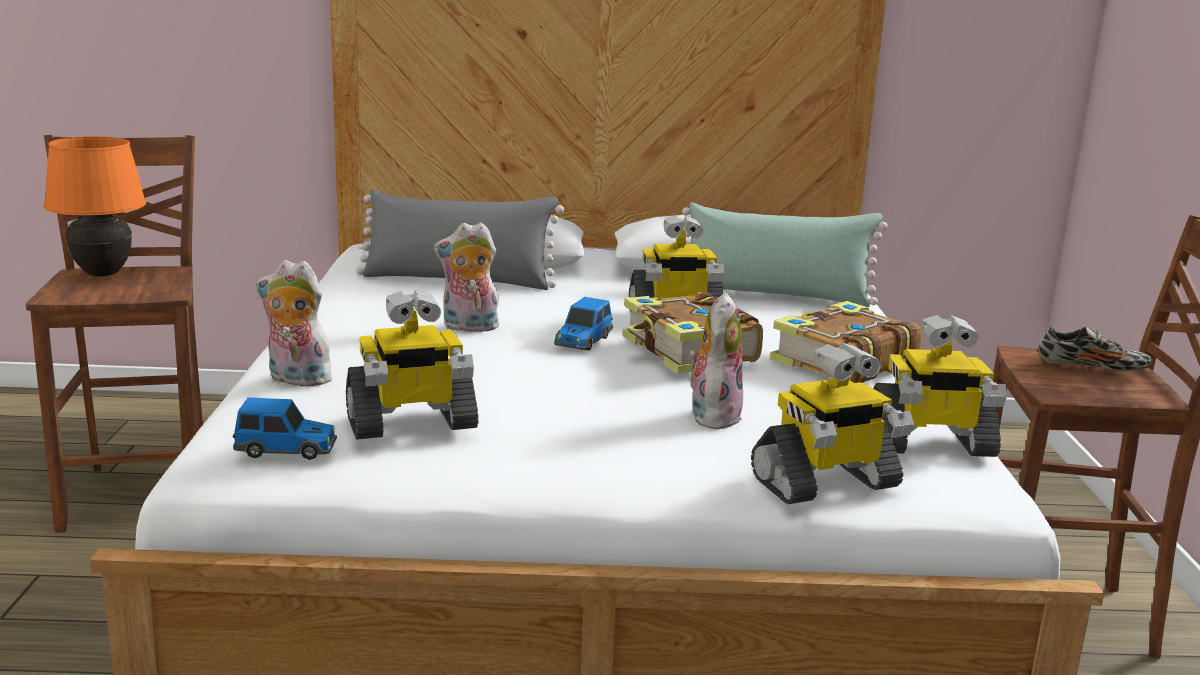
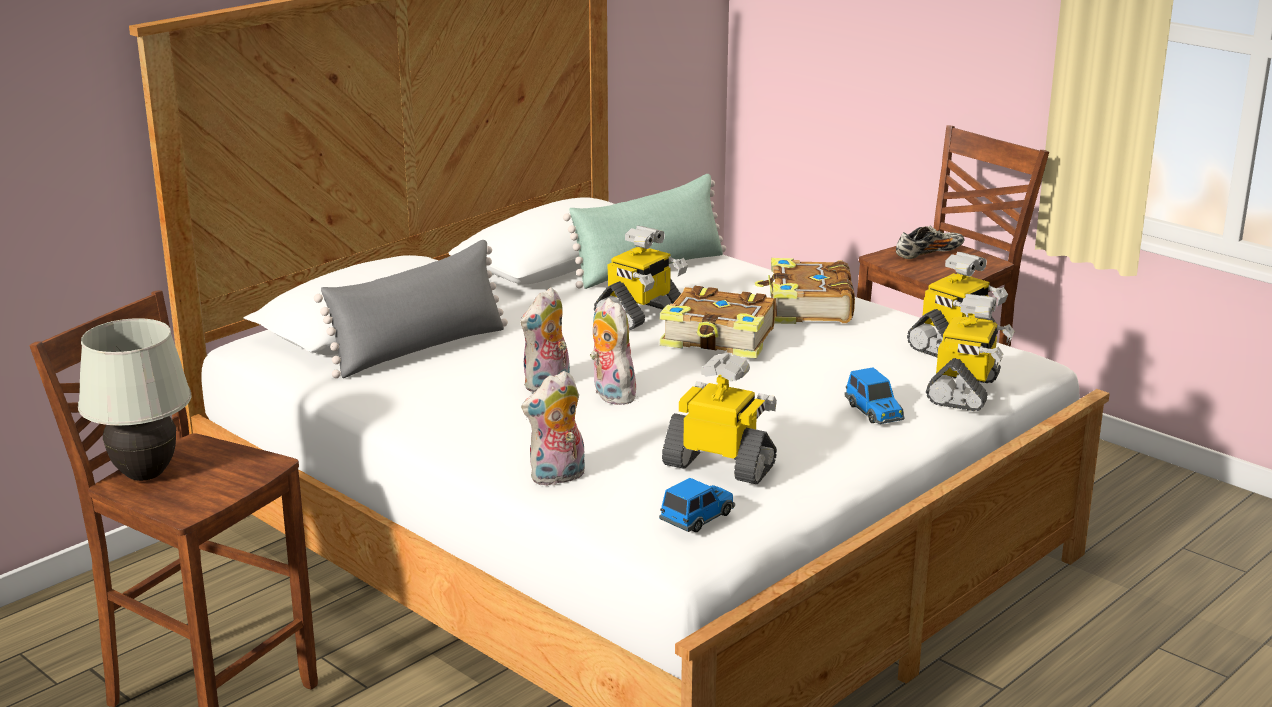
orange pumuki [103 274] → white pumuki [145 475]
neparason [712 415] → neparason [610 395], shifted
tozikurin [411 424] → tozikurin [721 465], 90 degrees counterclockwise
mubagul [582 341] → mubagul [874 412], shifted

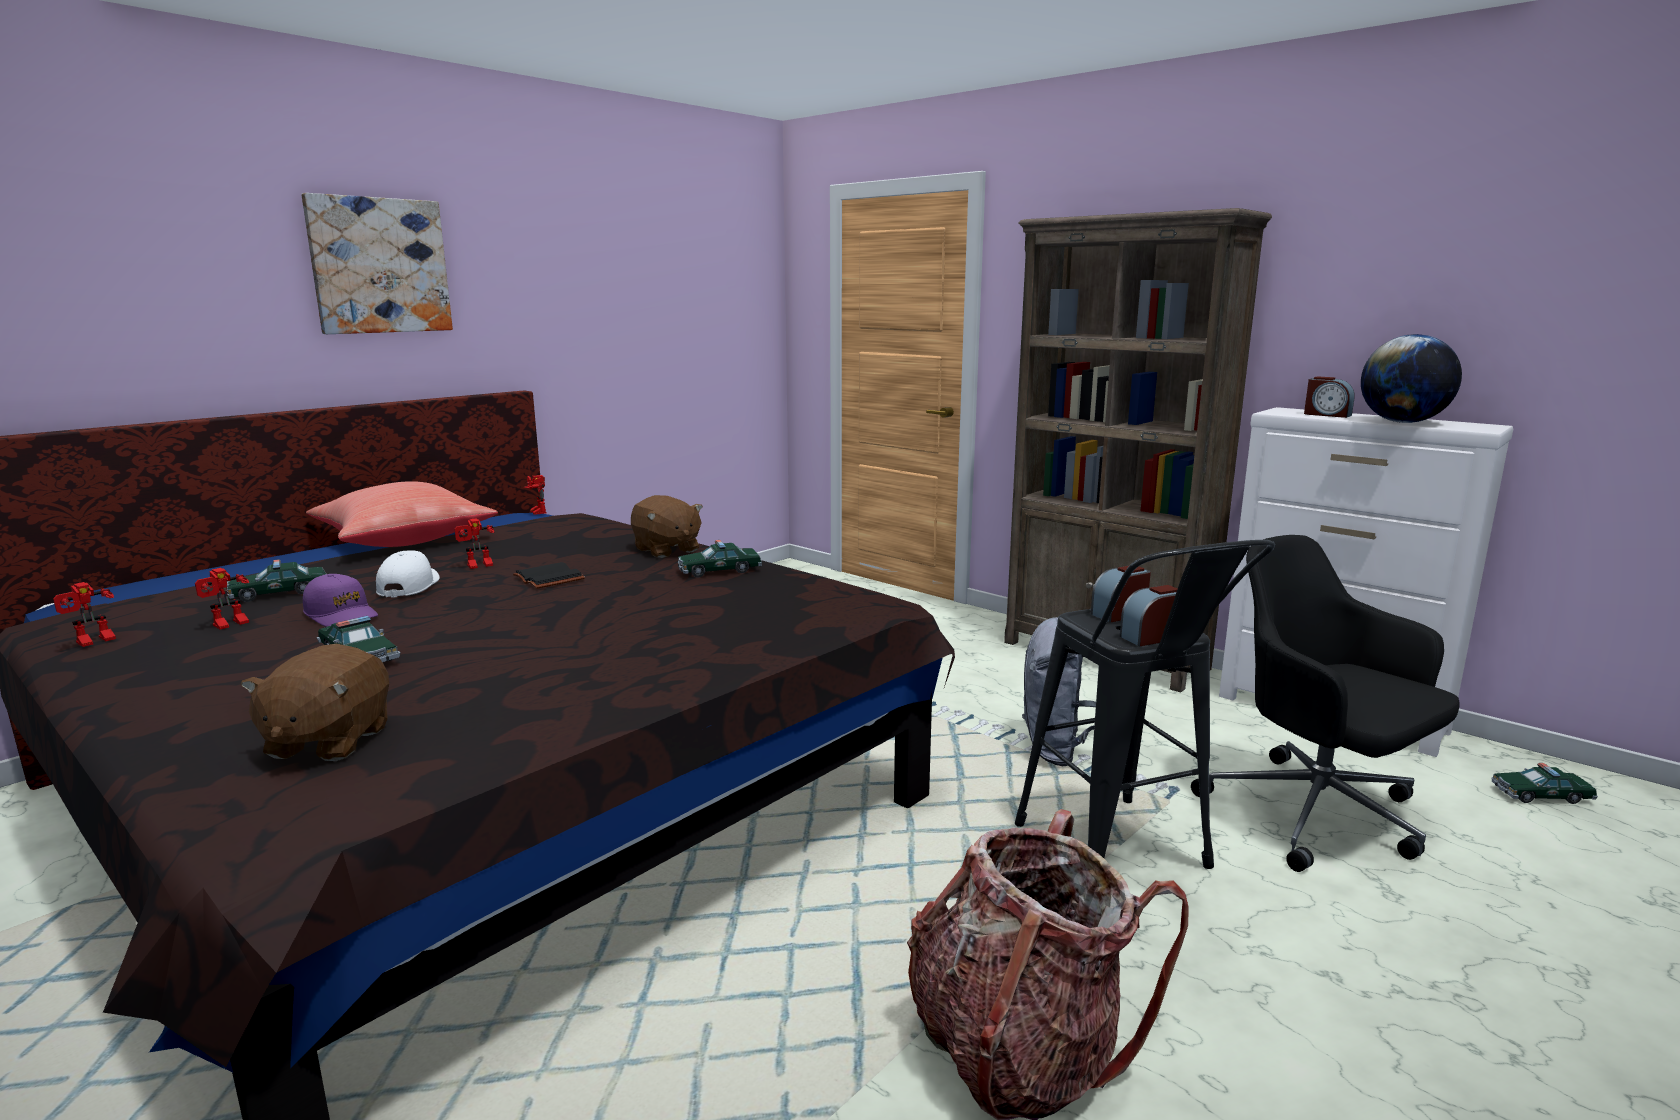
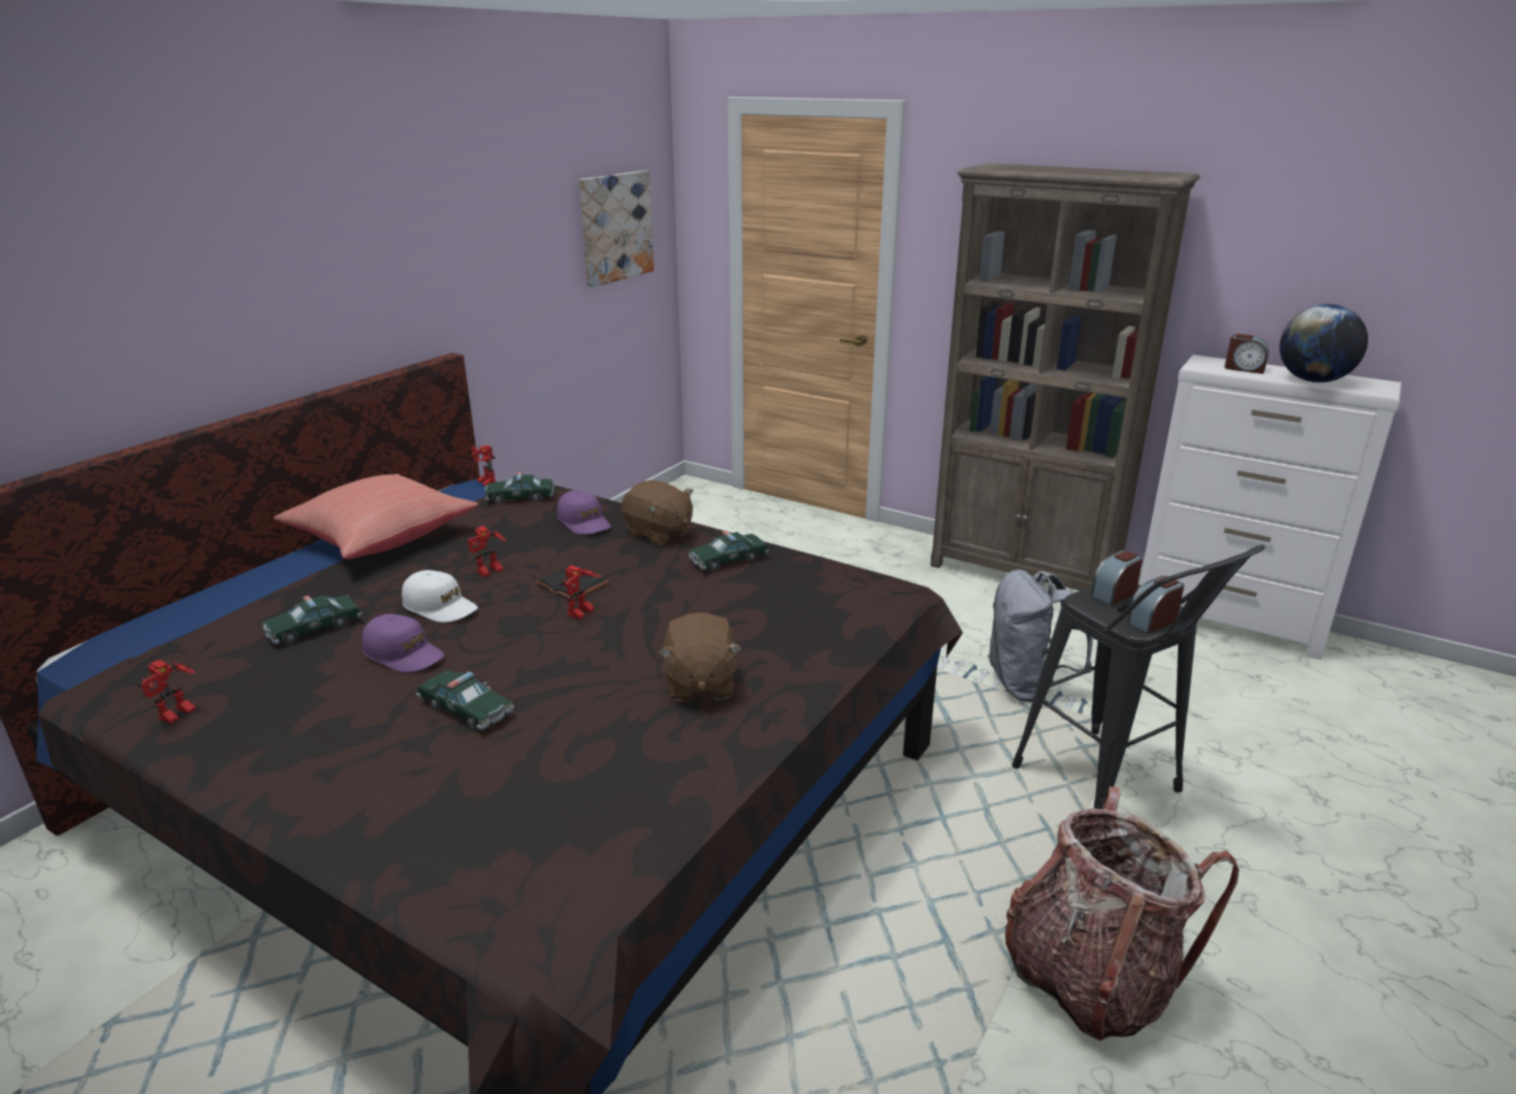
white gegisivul [409 586] → white gegisivul [440 607], 135 degrees clockwise
mubagul [1541 795] → mubagul [520 497], shifted
- → purple gegisivul [584 522]
tozikurin [230 625] → tozikurin [582 614], shifted
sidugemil [379 266] → sidugemil [615 227], shifted
brown neparason [327 741] → brown neparason [699 684], shifted
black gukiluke [1317 815] → -

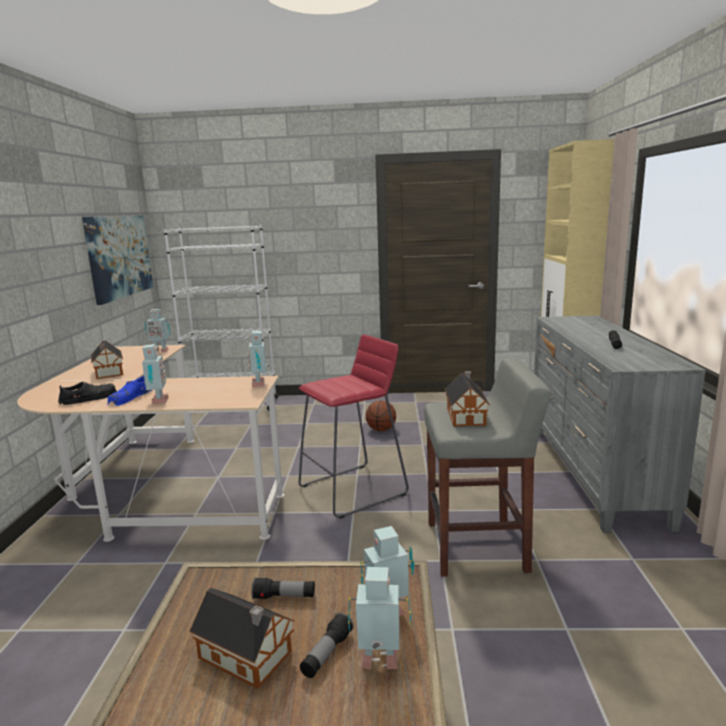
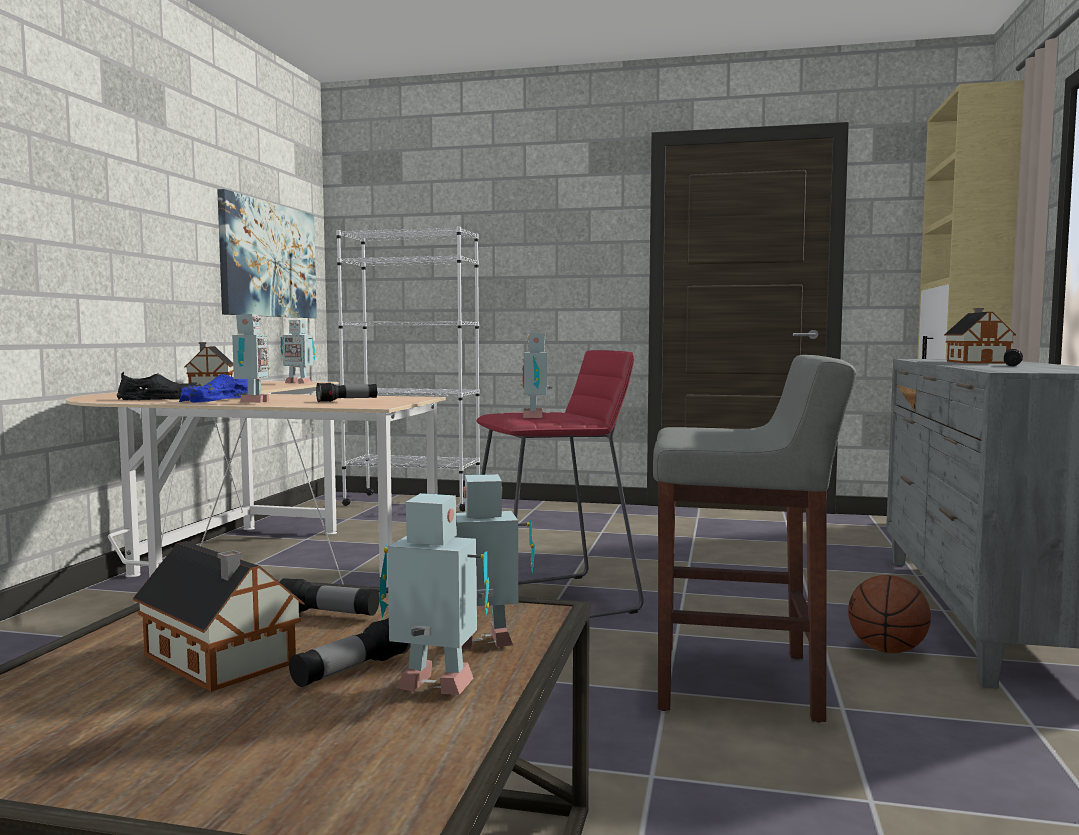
- → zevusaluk [347 401]
tozikurin [260 384] → tozikurin [536 417], shifted
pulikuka [381 430] → pulikuka [887 650], shifted
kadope [466 416] → kadope [977 362], shifted

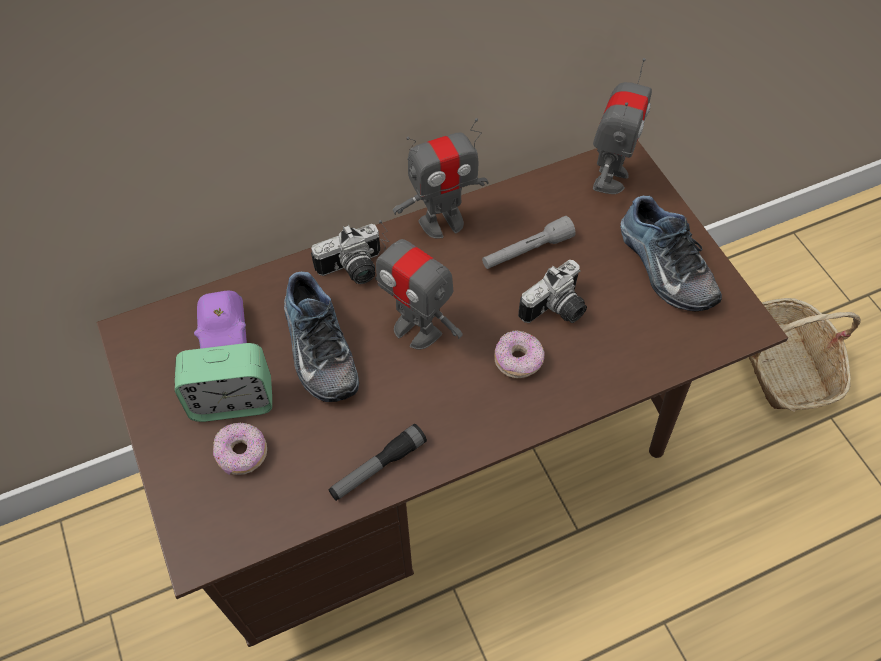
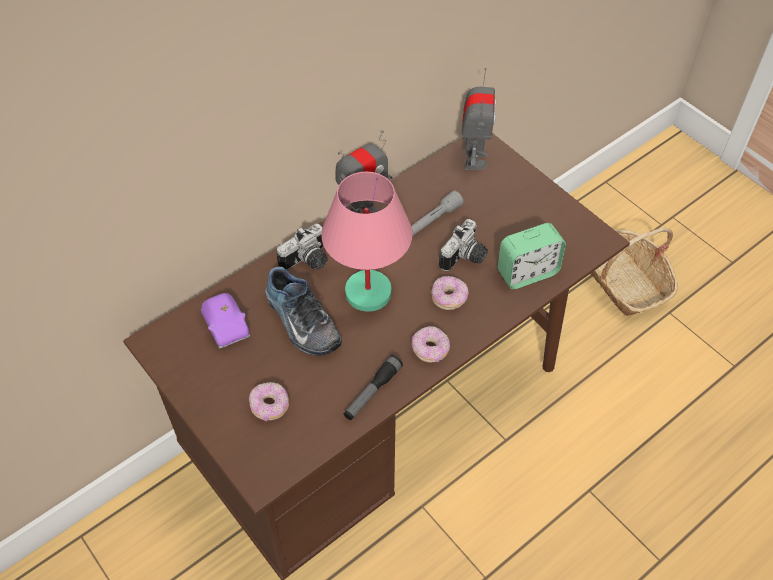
tozikurin [417 329] → pink pumuki [369 292]
- → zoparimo [430 349]
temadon [232 400] → temadon [527 272], shifted
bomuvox [663 267] → -

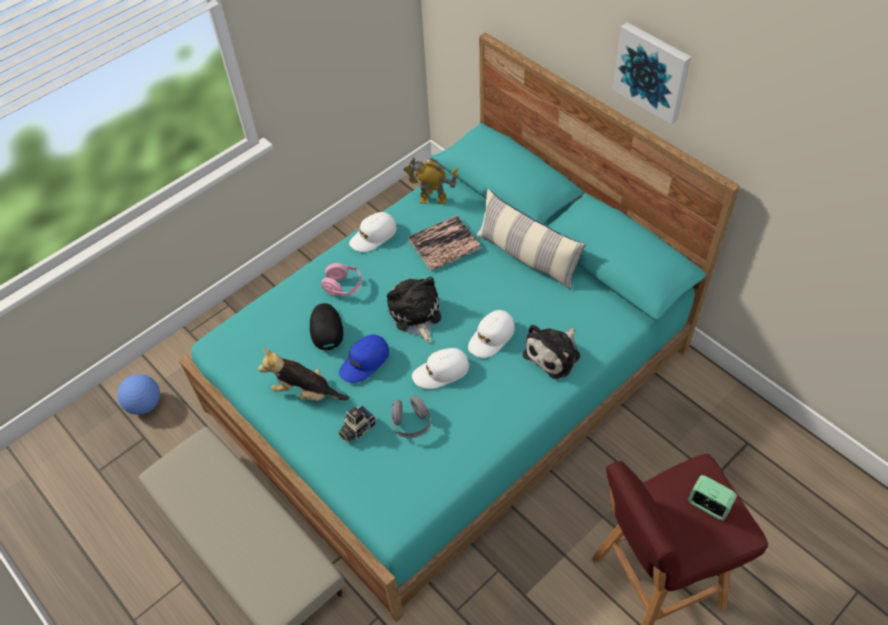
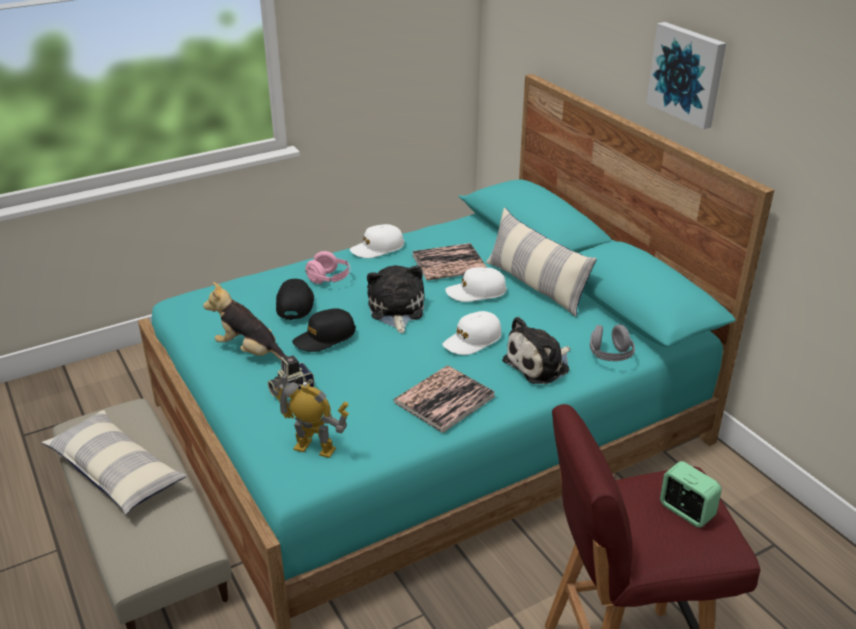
- → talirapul [116 472]
tozikurin [433 199] → tozikurin [314 448], shifted
blue gegisivul [364 362] → black gegisivul [324 337]
- → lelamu [444 399]
white gegisivul [441 372] → white gegisivul [476 292], shifted
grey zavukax [411 424] → grey zavukax [609 356], shifted
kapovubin [145 404] → -

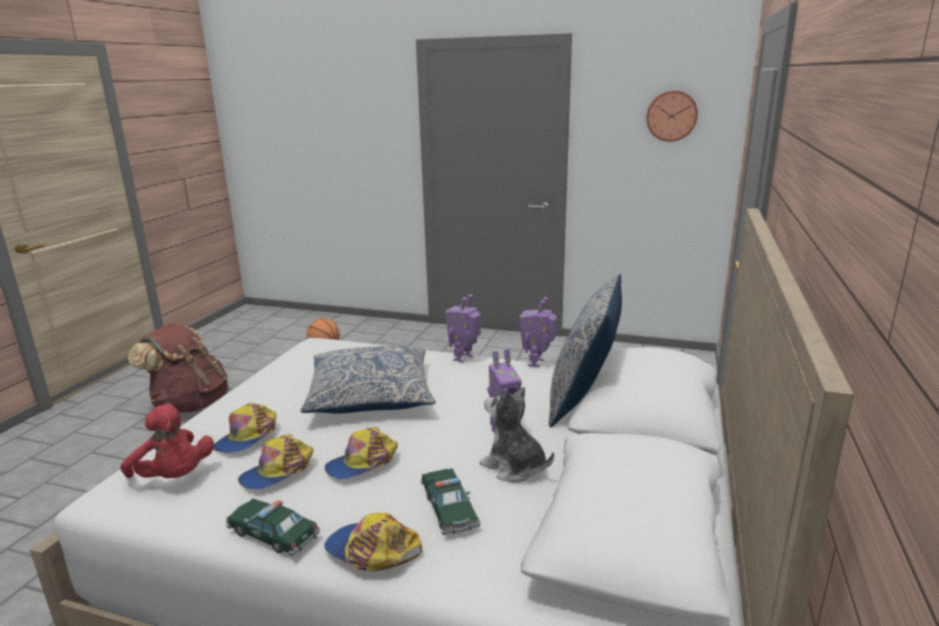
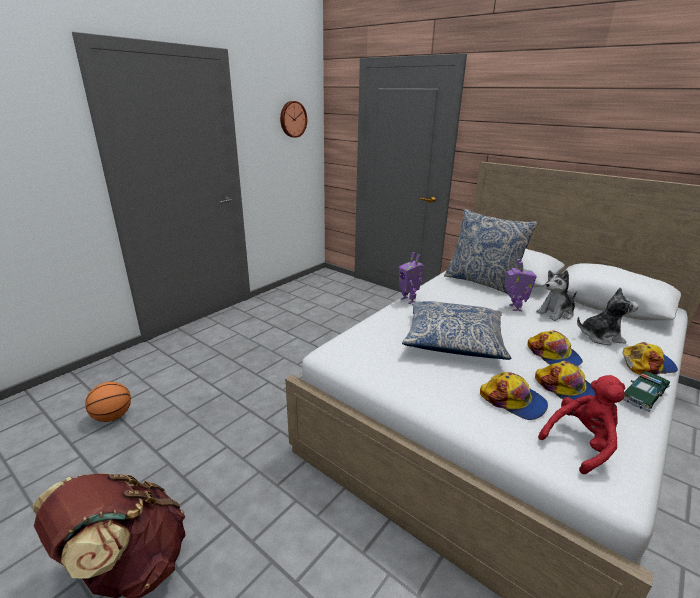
mubagul [449 509] → neparason [600 337]
gegisivul [371 551] → gegisivul [646 364], 150 degrees counterclockwise
tozikurin [537 363] → -

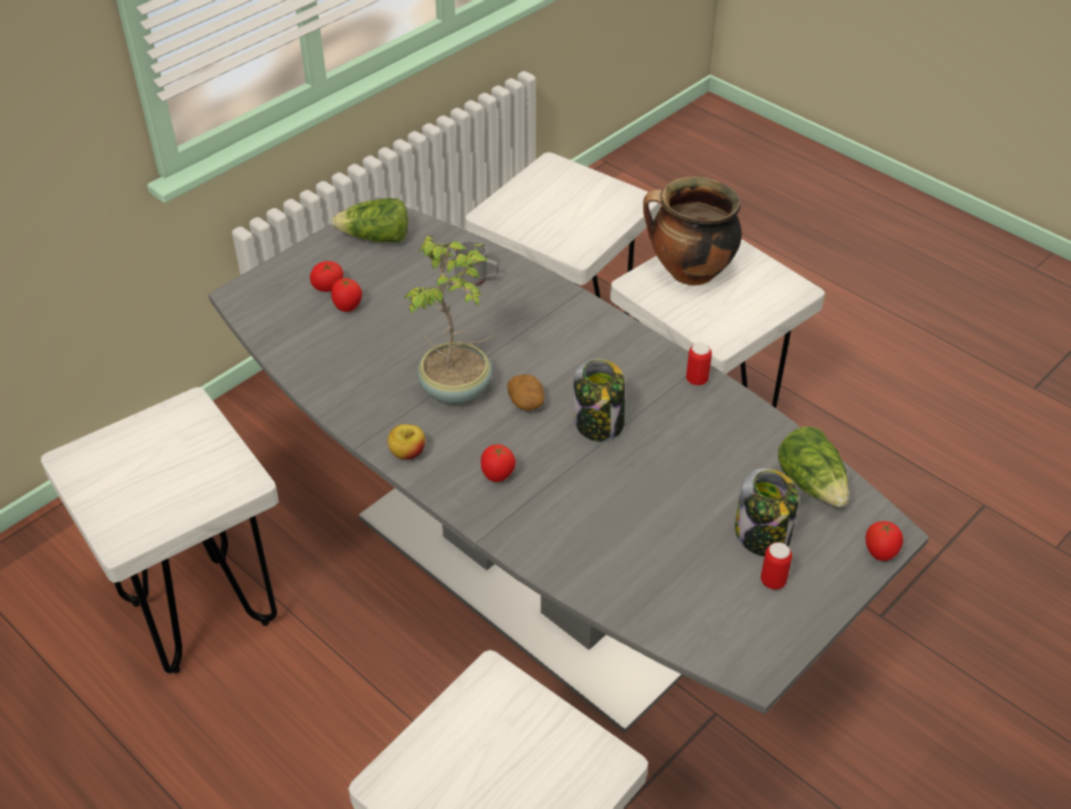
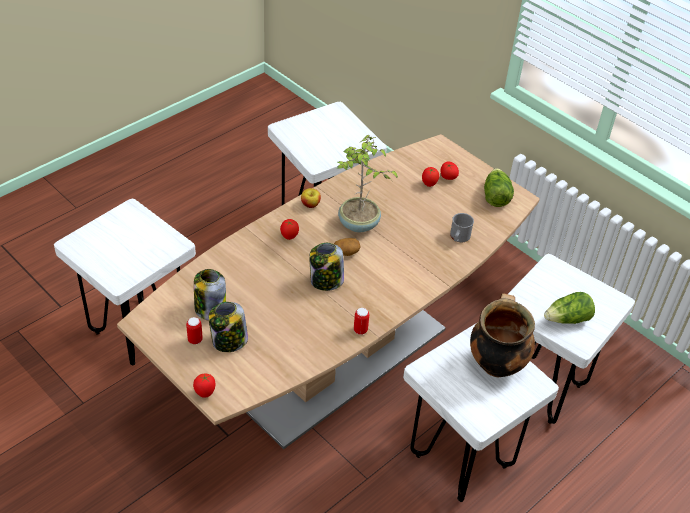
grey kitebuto [536 575] → brown kitebuto [336 359]
- → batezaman [210 309]
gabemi [812 484] → gabemi [567 319], shifted

